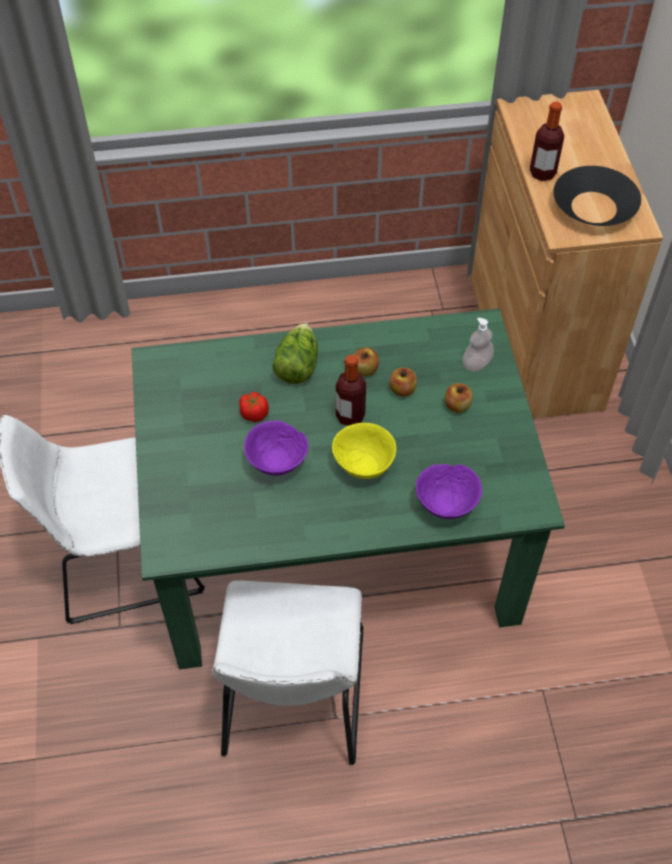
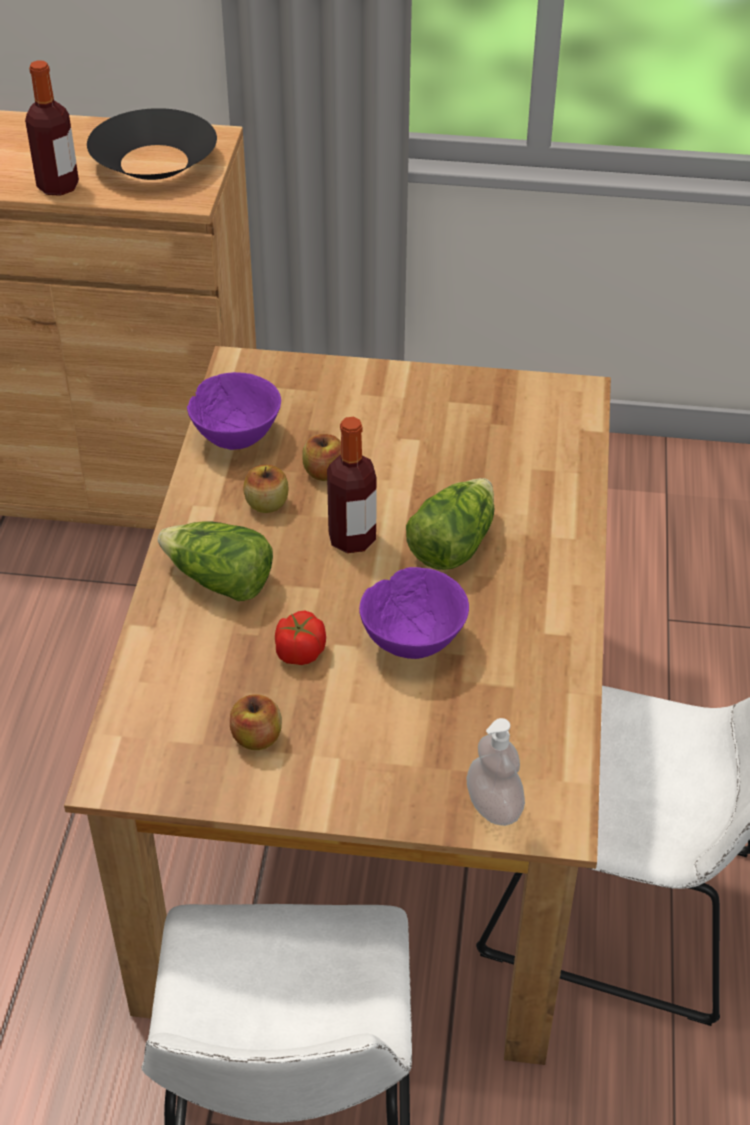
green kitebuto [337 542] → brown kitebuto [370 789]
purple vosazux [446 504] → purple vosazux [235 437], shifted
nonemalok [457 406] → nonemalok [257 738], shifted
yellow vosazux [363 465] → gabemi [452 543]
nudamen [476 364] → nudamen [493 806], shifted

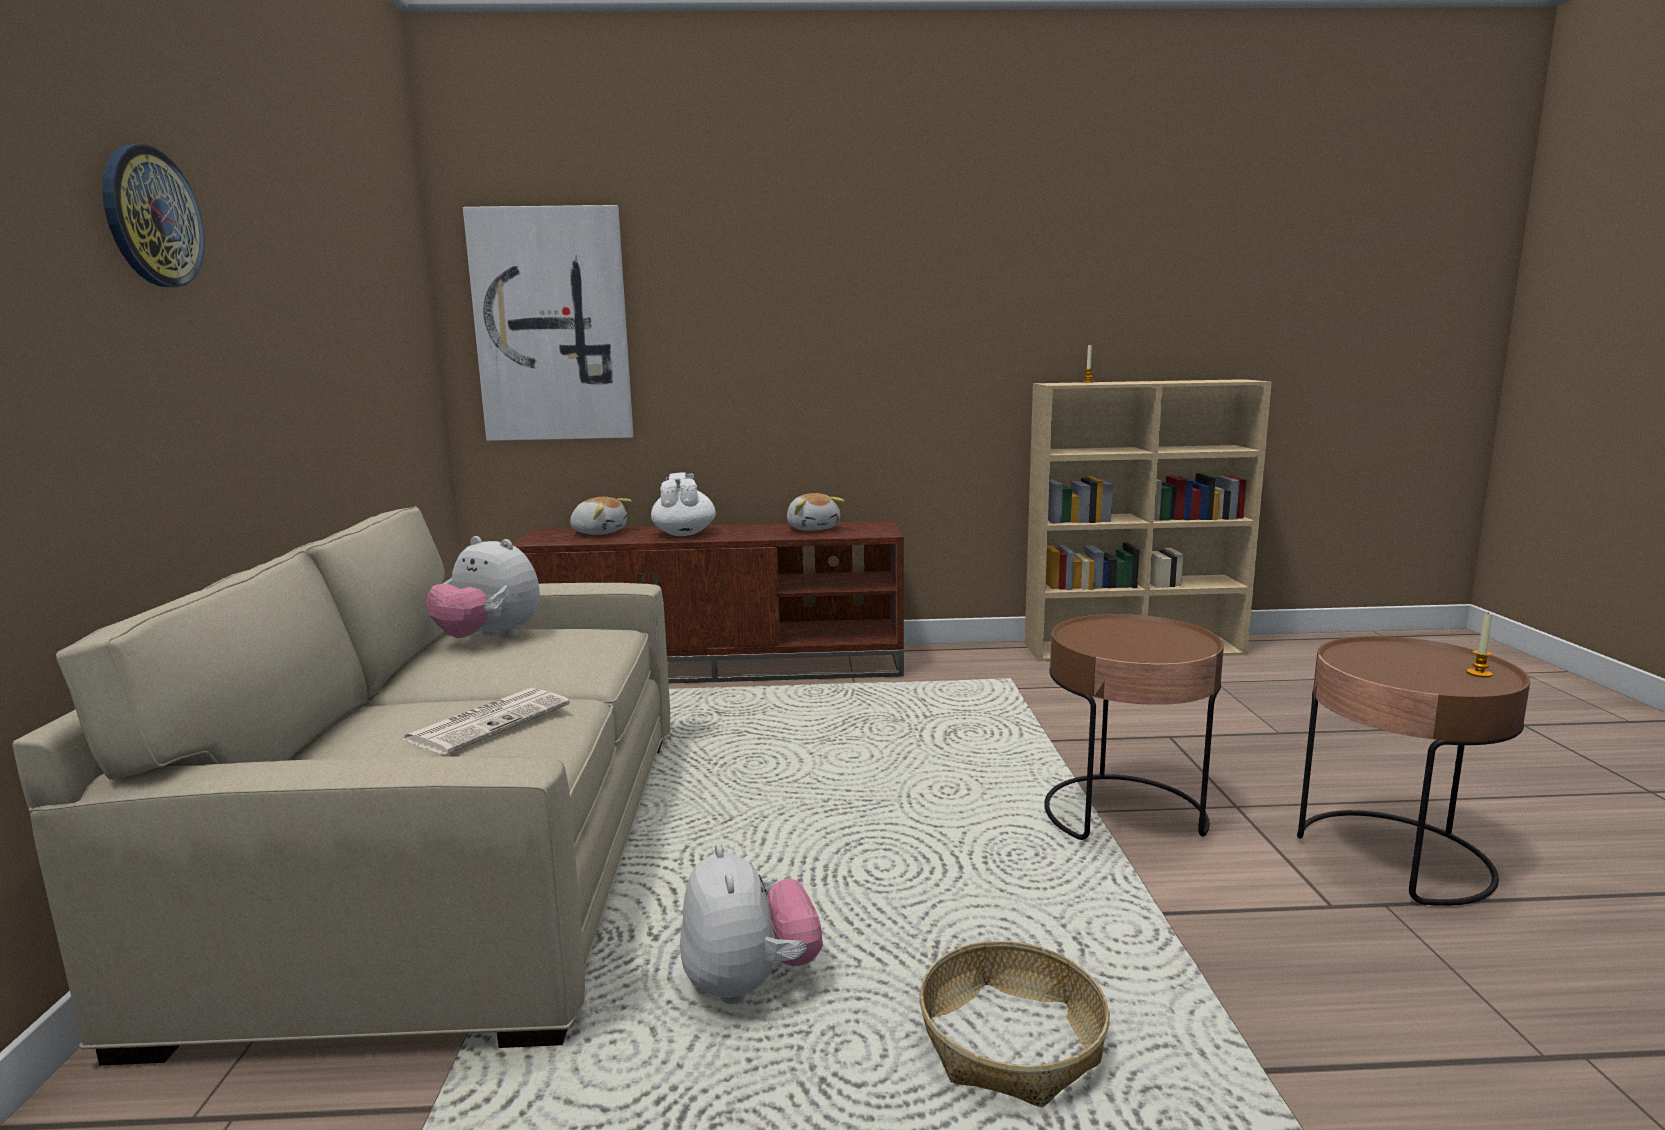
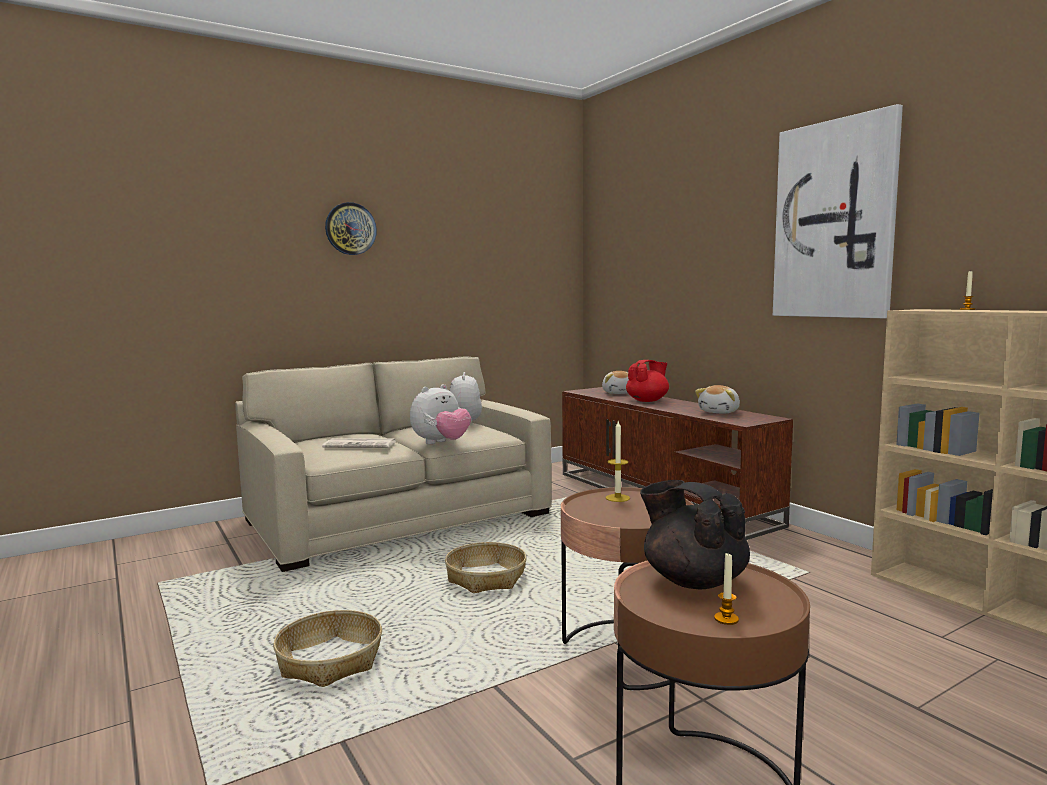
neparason [749 983] → neparason [441 443], shifted
- → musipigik [486 578]
- → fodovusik [617 498]
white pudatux [684 533] → red pudatux [647 401]
- → black pudatux [693 580]
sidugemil [552 326] → sidugemil [834 220], shifted

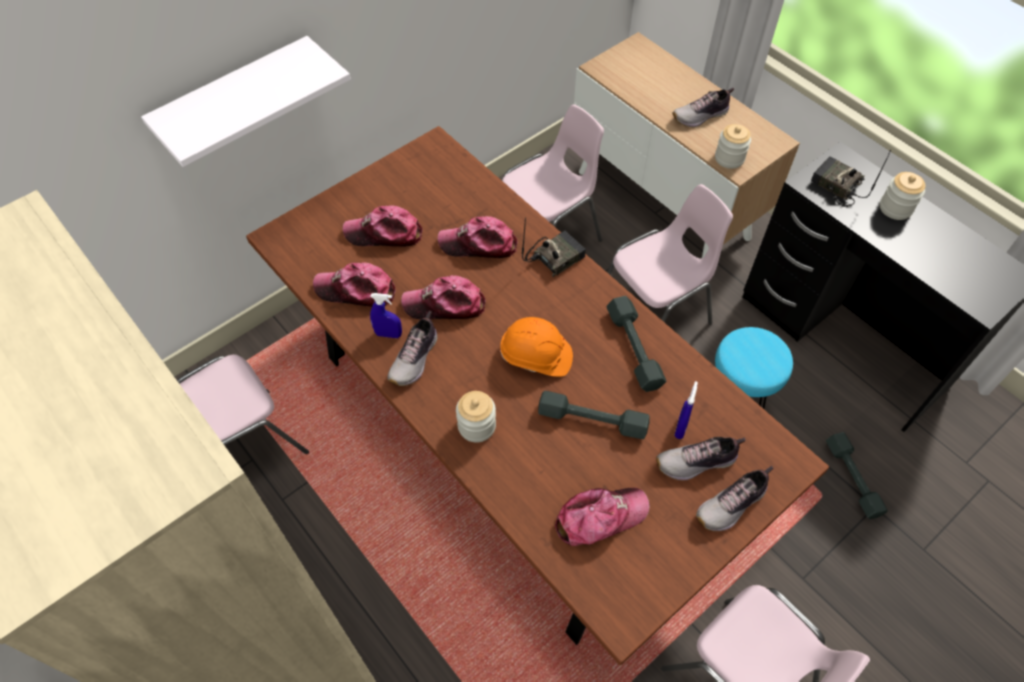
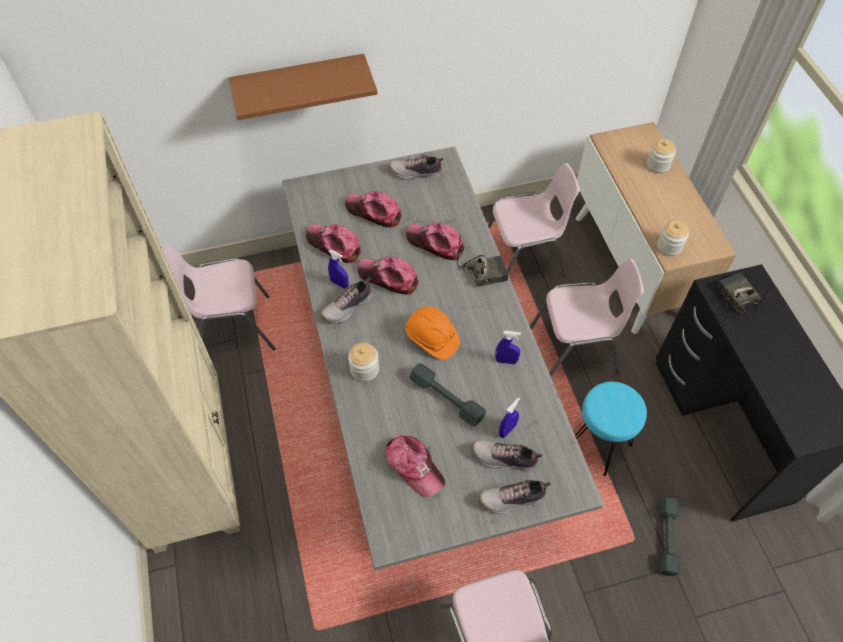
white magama [236 101] → brown magama [300 85]
brown kitebuto [512 432] → grey kitebuto [421 393]
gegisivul [600 517] → gegisivul [414 466], 45 degrees clockwise
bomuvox [701 116] → bomuvox [416 173], shifted
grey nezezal [634 348] → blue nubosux [506 361]
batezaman [895 208] → batezaman [658 165], shifted

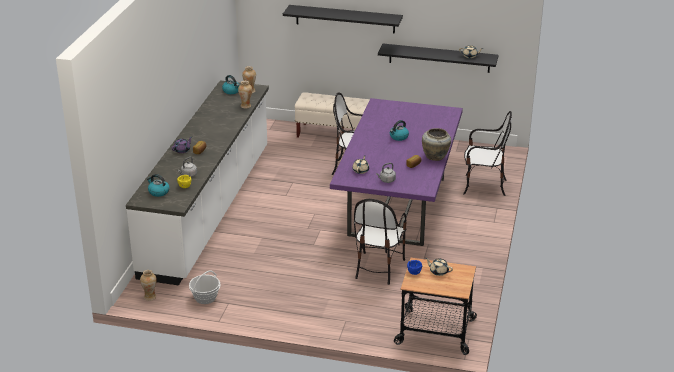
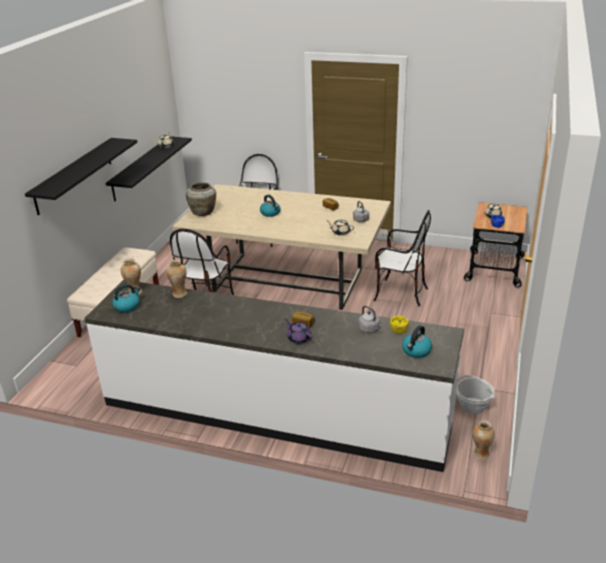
purple kitebuto [398 205] → beige kitebuto [287 280]
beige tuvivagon [435 157] → beige tuvivagon [203 212], shifted

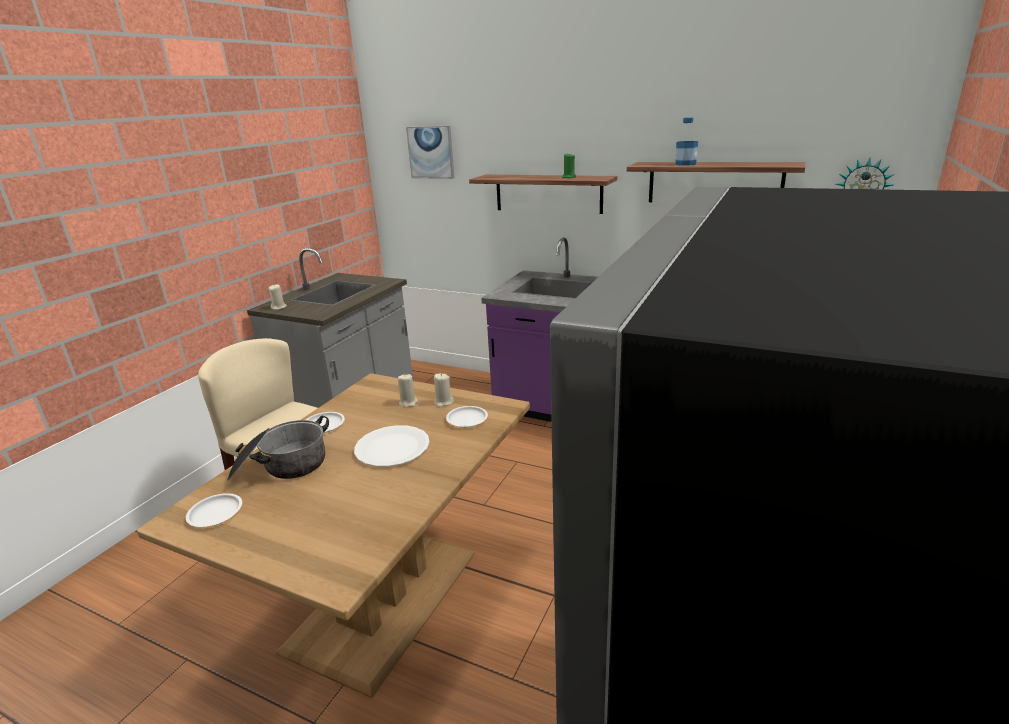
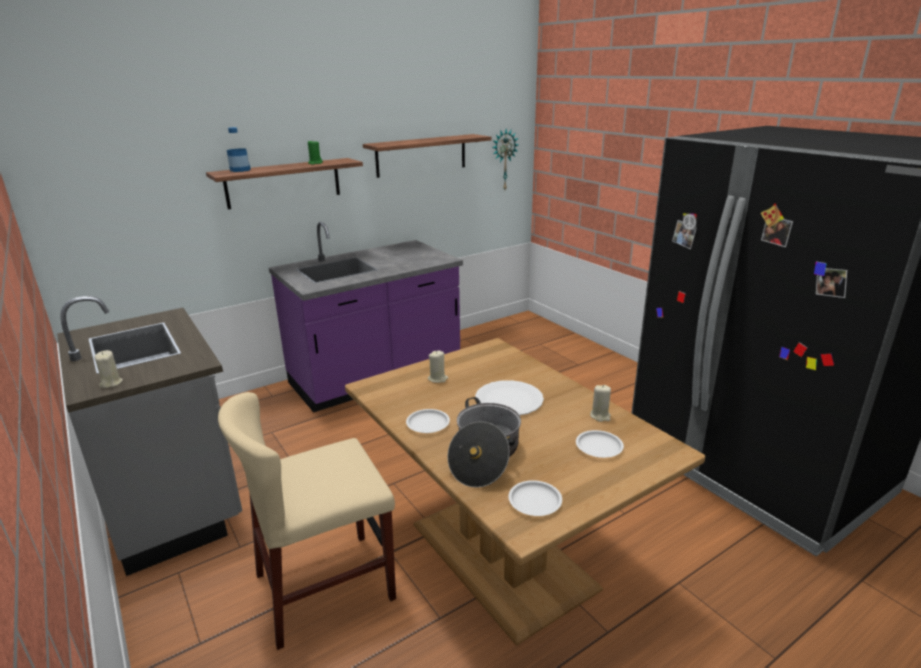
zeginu [685 164] → zeginu [240 170], shifted
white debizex [466 419] → white debizex [599 447], shifted
beige fodovusik [443 402] → beige fodovusik [600 416], shifted
sidugemil [431 152] → -

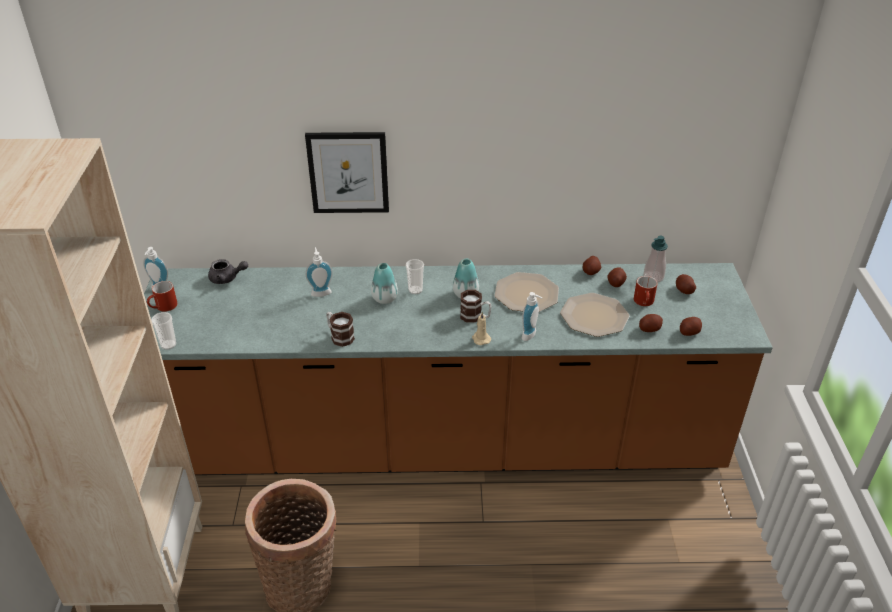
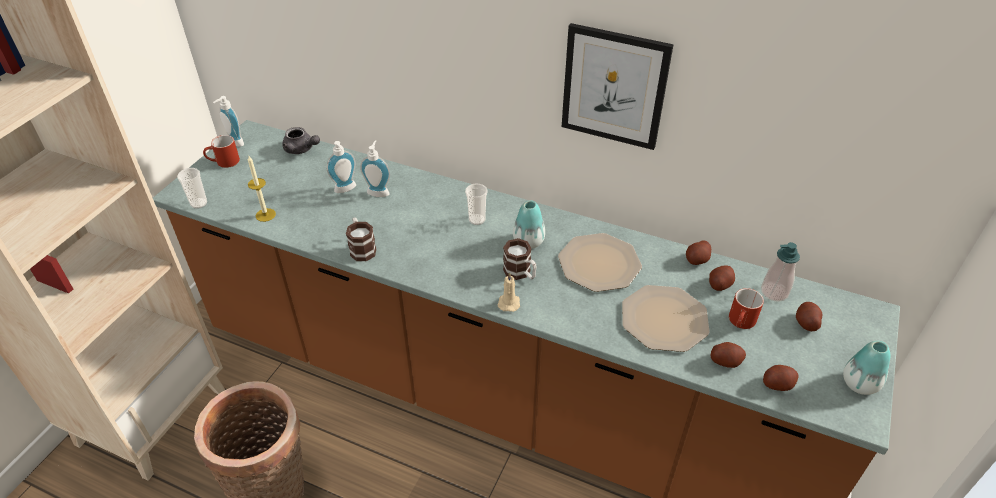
- → fodovusik [265 215]
nudamen [531 336] → nudamen [346 190], shifted
sidugemil [348 172] → sidugemil [614 87], shifted
tuvivagon [384 298] → tuvivagon [859 384], shifted

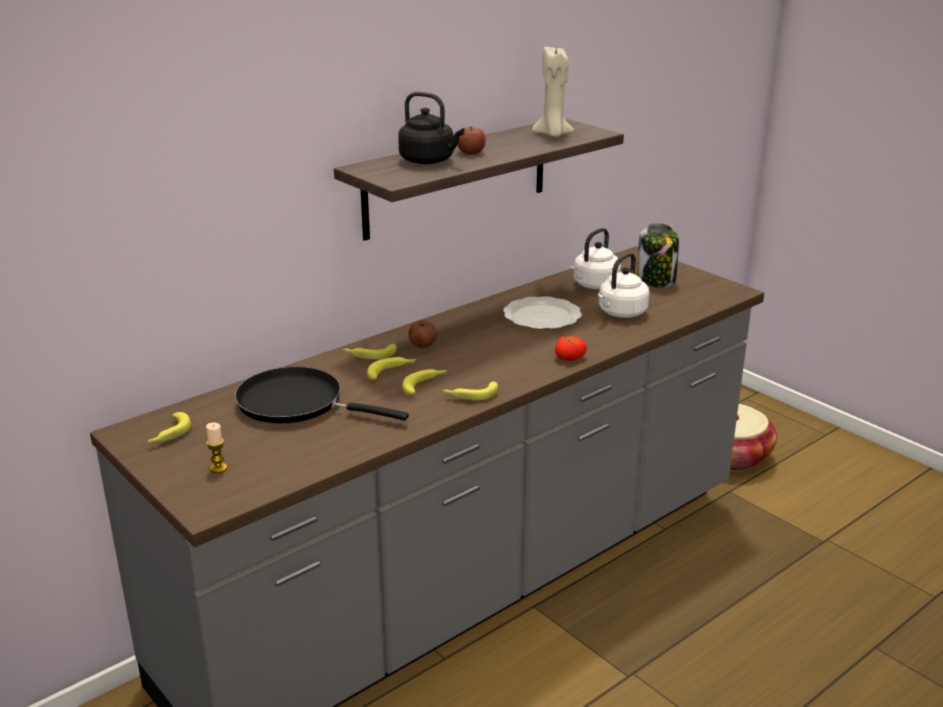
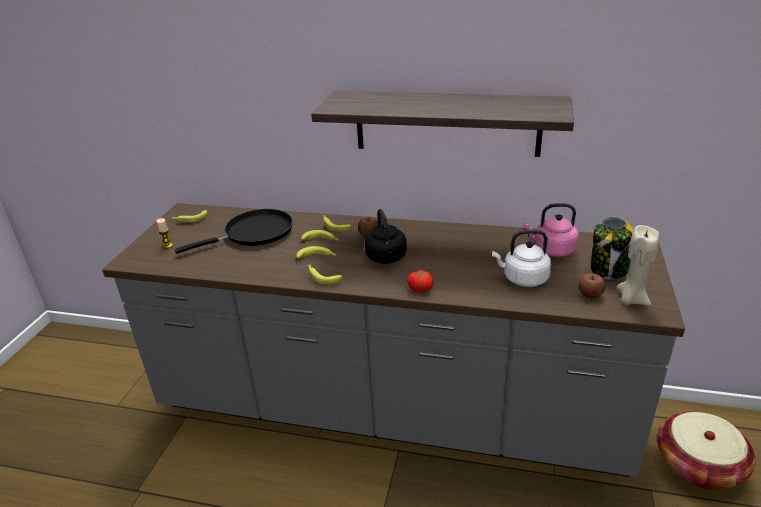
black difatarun [297 403] → black difatarun [254 233], 75 degrees clockwise
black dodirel [429 161] → black dodirel [386 258], shifted
white dodirel [594 285] → pink dodirel [551 250]
nonemalok [471 152] → nonemalok [590 294], shifted
beige fodovusik [553 135] → beige fodovusik [631 299], shifted
debizex [543 316] → -

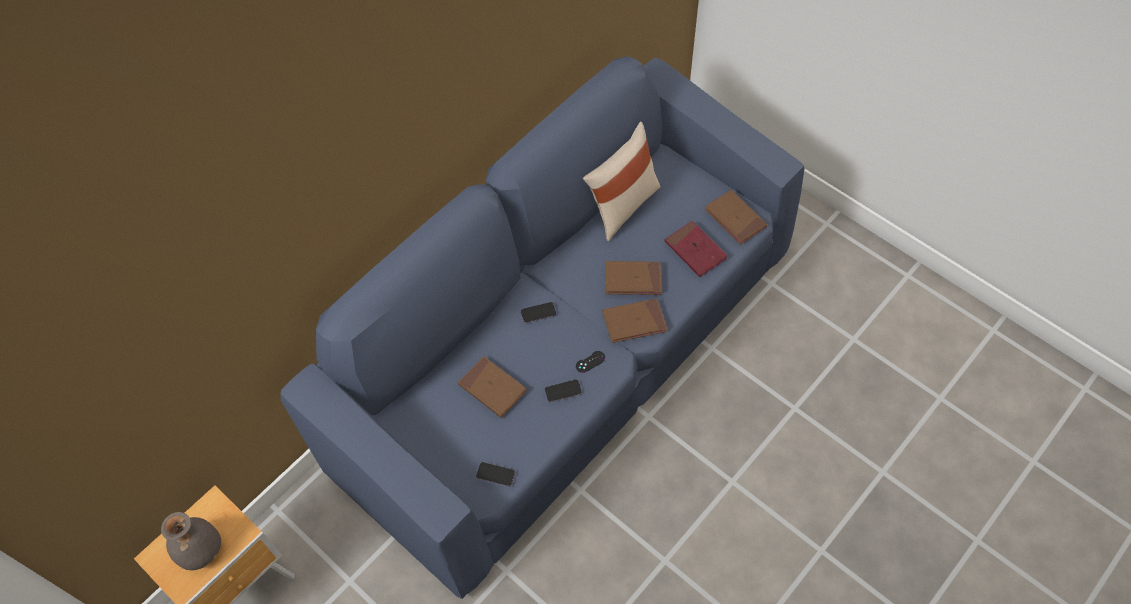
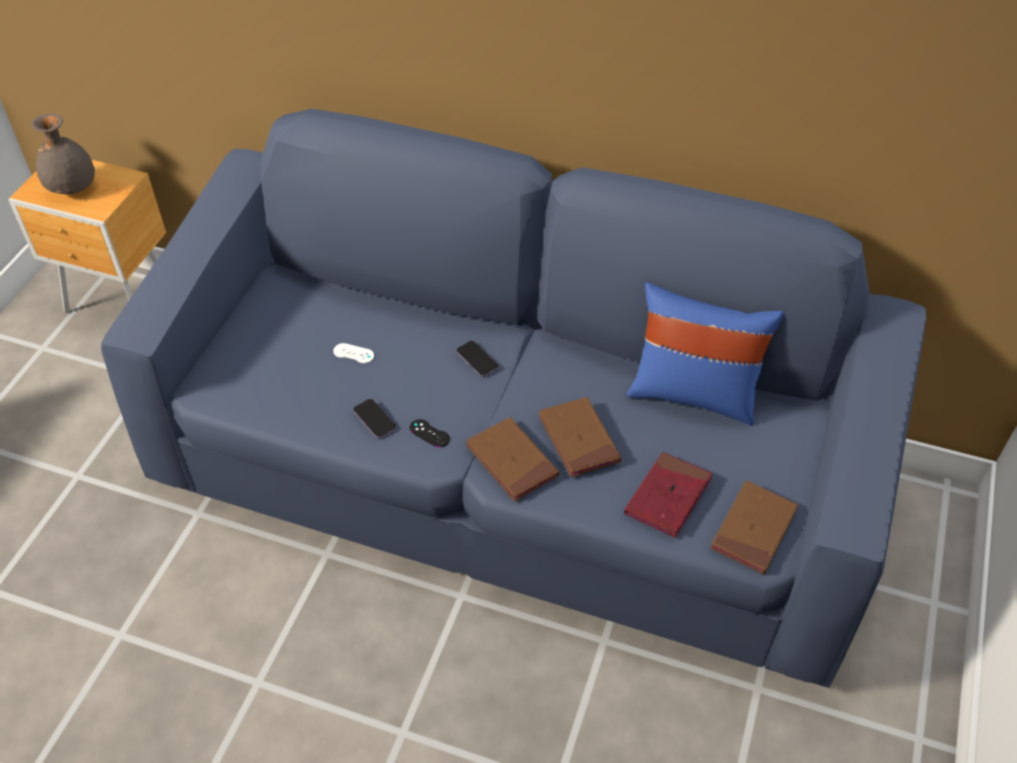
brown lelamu [492 388] → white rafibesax [353 353]
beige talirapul [622 206] → blue talirapul [693 394]
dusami [495 475] → -

